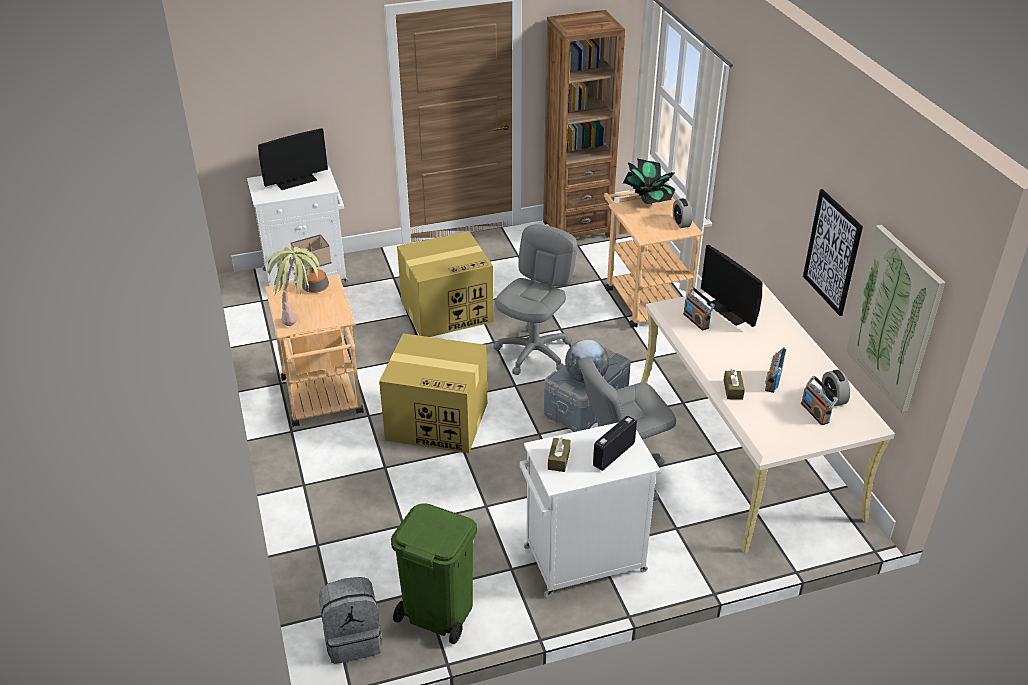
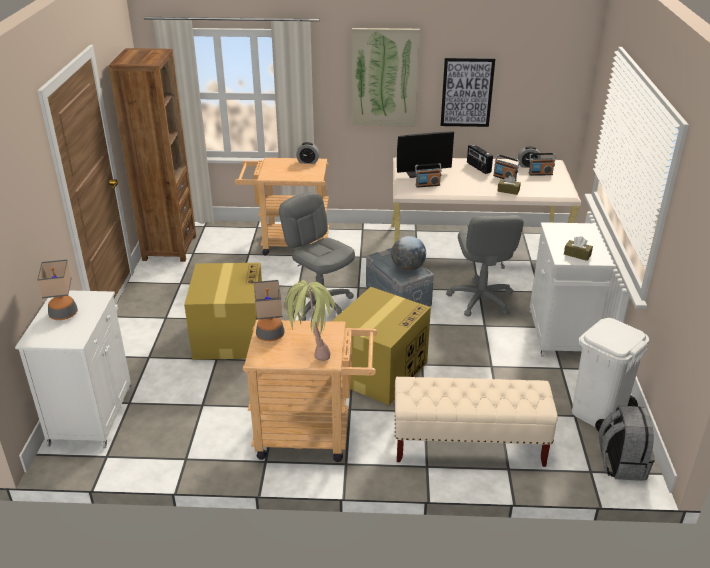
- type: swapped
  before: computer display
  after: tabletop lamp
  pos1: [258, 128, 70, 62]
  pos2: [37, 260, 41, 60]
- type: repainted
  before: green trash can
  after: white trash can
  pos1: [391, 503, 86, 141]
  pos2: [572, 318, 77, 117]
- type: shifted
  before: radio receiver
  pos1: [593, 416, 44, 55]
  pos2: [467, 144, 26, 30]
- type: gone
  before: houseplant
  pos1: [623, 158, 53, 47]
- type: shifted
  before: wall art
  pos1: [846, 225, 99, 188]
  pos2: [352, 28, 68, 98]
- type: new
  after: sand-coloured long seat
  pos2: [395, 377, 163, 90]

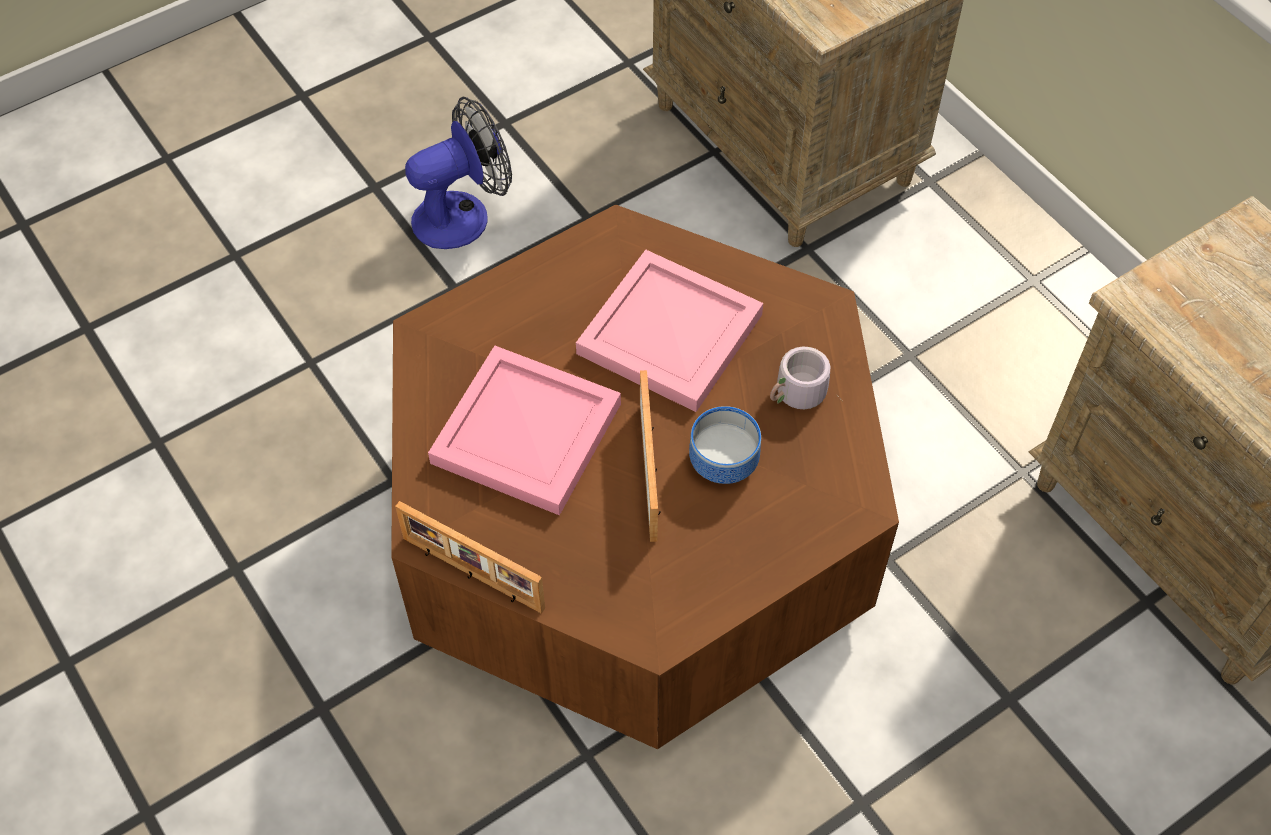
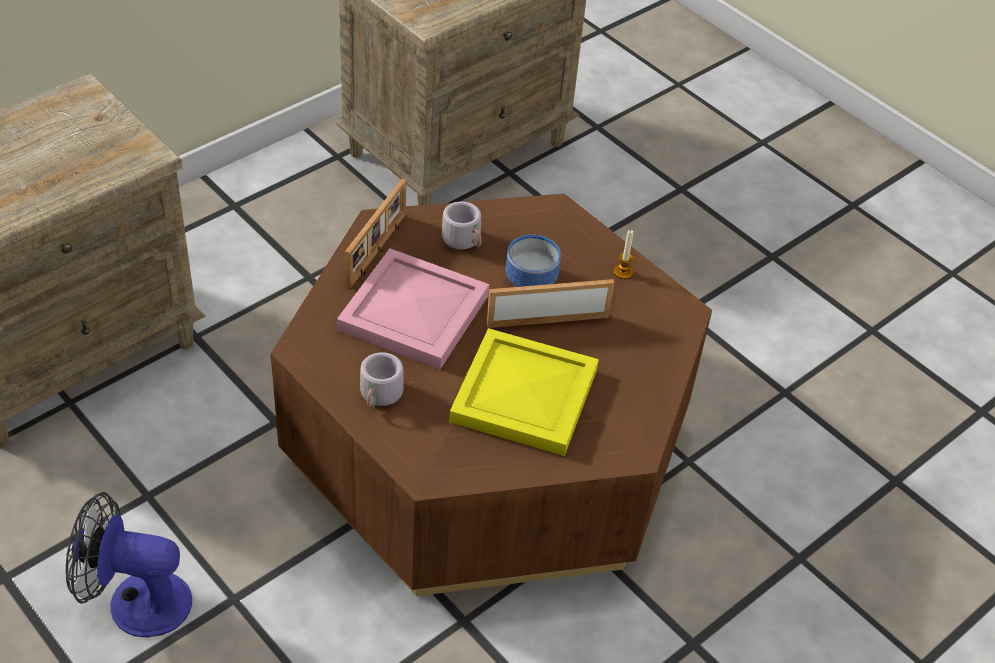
- type: shifted
  before: standing frame
  pos1: [395, 501, 150, 113]
  pos2: [345, 179, 61, 109]
- type: rotated
  before: cooling fan
  pos1: [405, 97, 107, 152]
  pos2: [66, 492, 126, 145]
  turn: -45
- type: repainted
  before: pink serving tray
  after: yellowish serving tray
  pos1: [428, 346, 193, 170]
  pos2: [449, 328, 150, 128]
- type: new
  after: greyish mug
  pos2: [360, 352, 56, 56]
- type: new
  after: wax candle
  pos2: [614, 230, 19, 49]

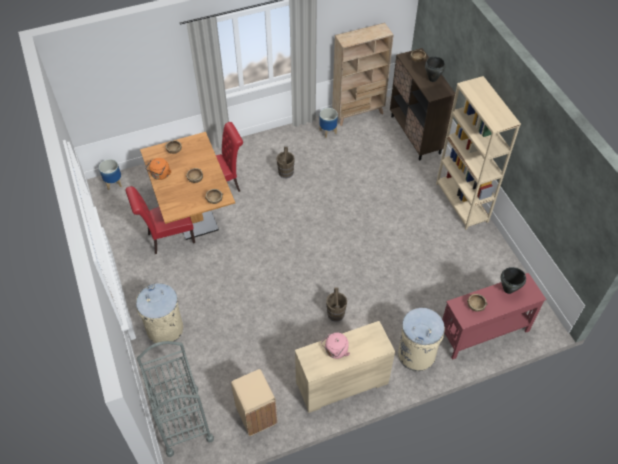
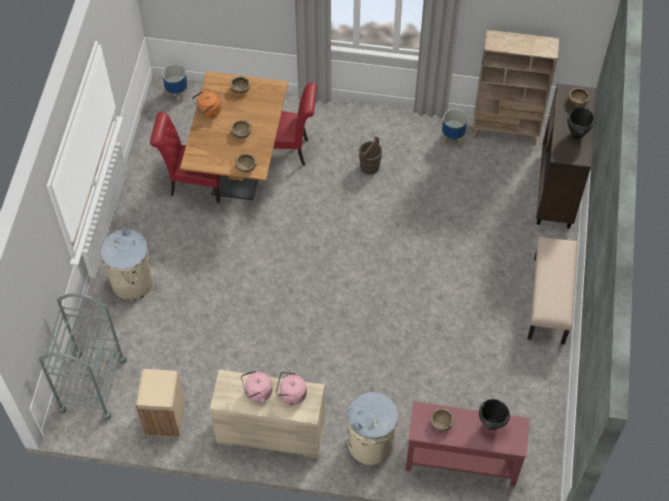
- type: gone
  before: brown water bucket
  pos1: [326, 288, 21, 34]
- type: swapped
  before: sand-coloured bookcase
  after: sand-coloured long seat
  pos1: [436, 76, 85, 154]
  pos2: [528, 236, 50, 108]
- type: new
  after: pink kettle
  pos2: [276, 372, 31, 34]

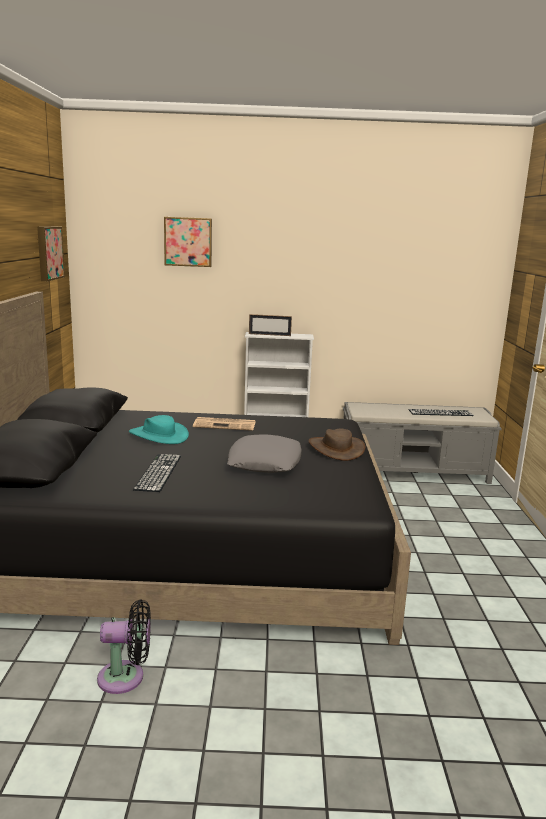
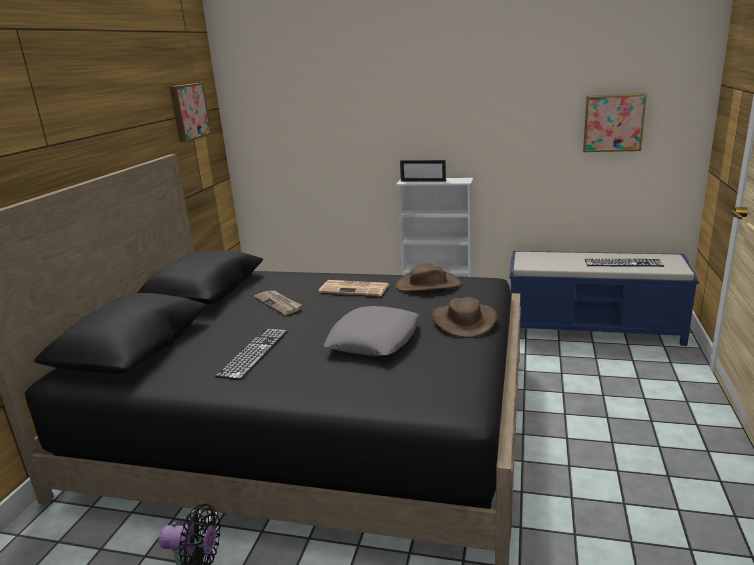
- type: swapped
  before: turquoise-coloured clothing hat
  after: daily paper
  pos1: [129, 415, 60, 29]
  pos2: [254, 290, 48, 25]
- type: shifted
  before: wall art
  pos1: [164, 217, 48, 50]
  pos2: [583, 93, 64, 59]
- type: repainted
  before: greyish long seat
  after: bluish long seat
  pos1: [343, 402, 159, 82]
  pos2: [509, 251, 190, 95]
- type: new
  after: brown clothing hat
  pos2: [395, 263, 66, 28]

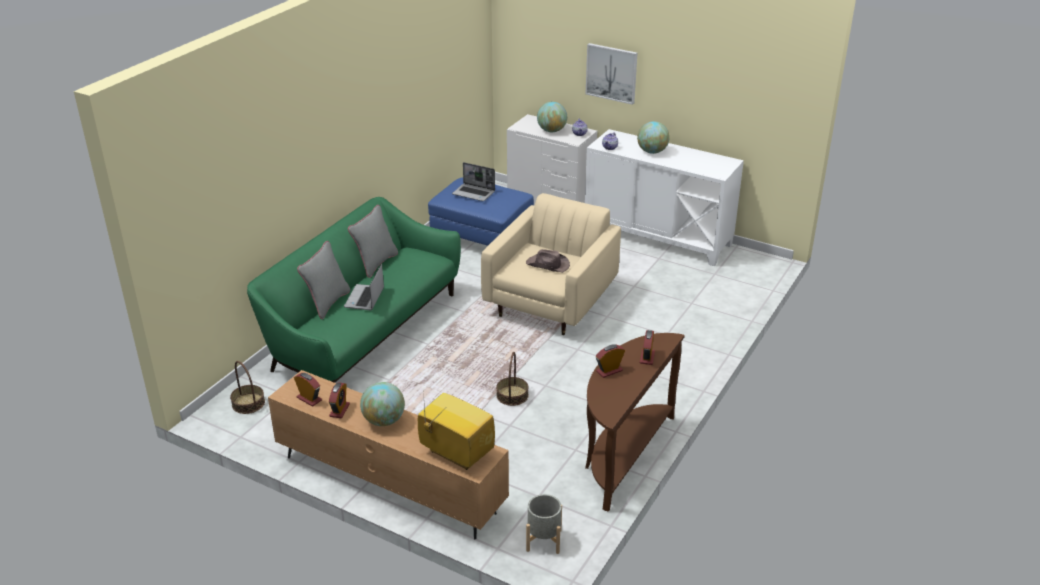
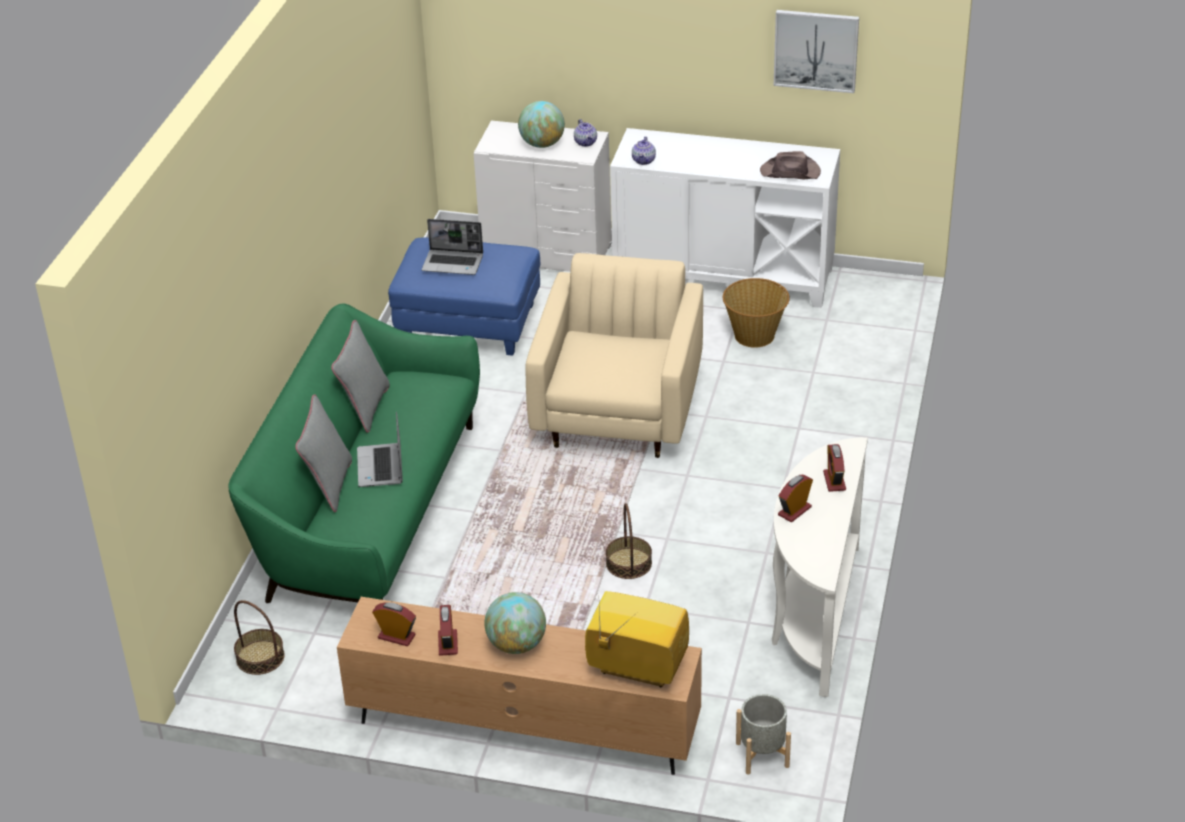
- type: shifted
  before: brown clothing hat
  pos1: [526, 249, 44, 24]
  pos2: [760, 151, 61, 29]
- type: repainted
  before: brown hall table
  after: white hall table
  pos1: [585, 333, 100, 179]
  pos2: [772, 437, 96, 260]
- type: shifted
  before: wall art
  pos1: [586, 43, 52, 62]
  pos2: [774, 10, 85, 83]
- type: gone
  before: desk globe
  pos1: [637, 121, 33, 33]
- type: new
  after: storage basket
  pos2: [723, 278, 67, 70]

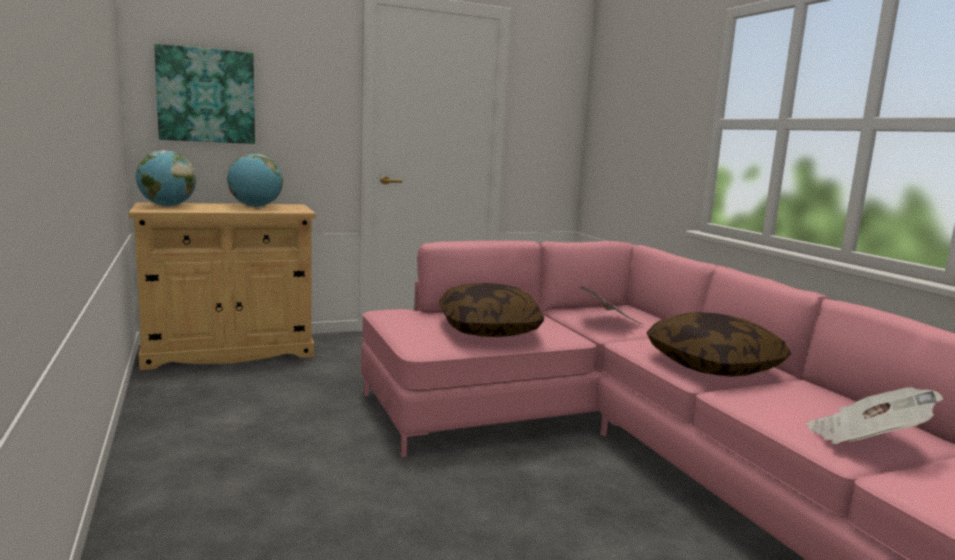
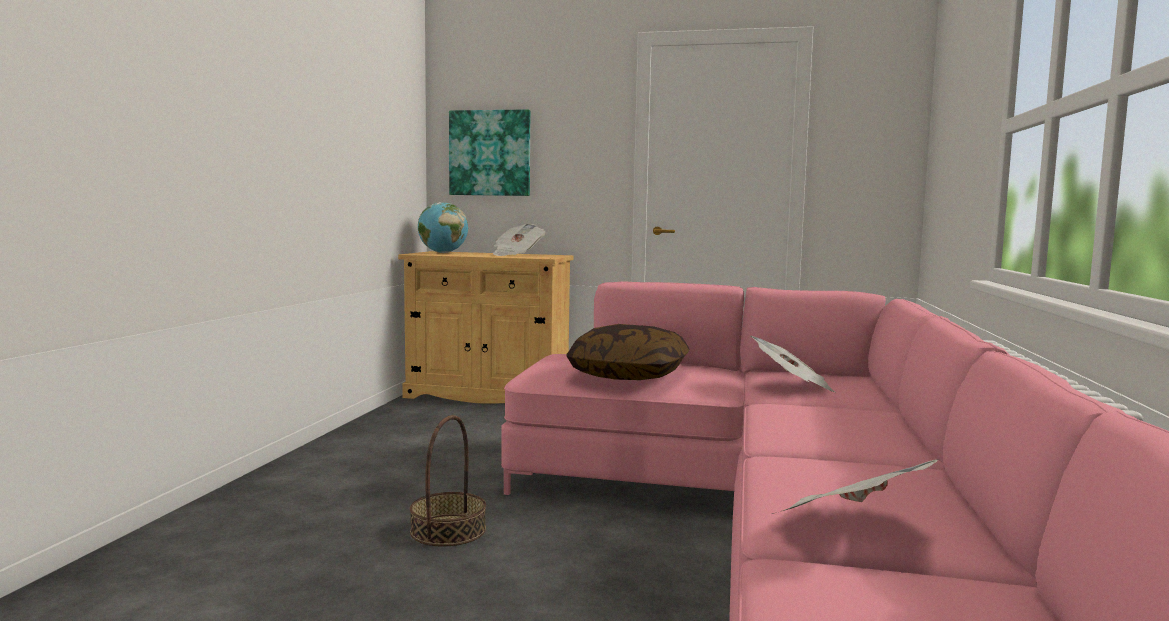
- type: swapped
  before: desk globe
  after: daily paper
  pos1: [227, 154, 56, 53]
  pos2: [493, 224, 53, 32]
- type: gone
  before: throw pillow
  pos1: [646, 312, 145, 65]
- type: new
  after: storage basket
  pos2: [410, 415, 76, 131]

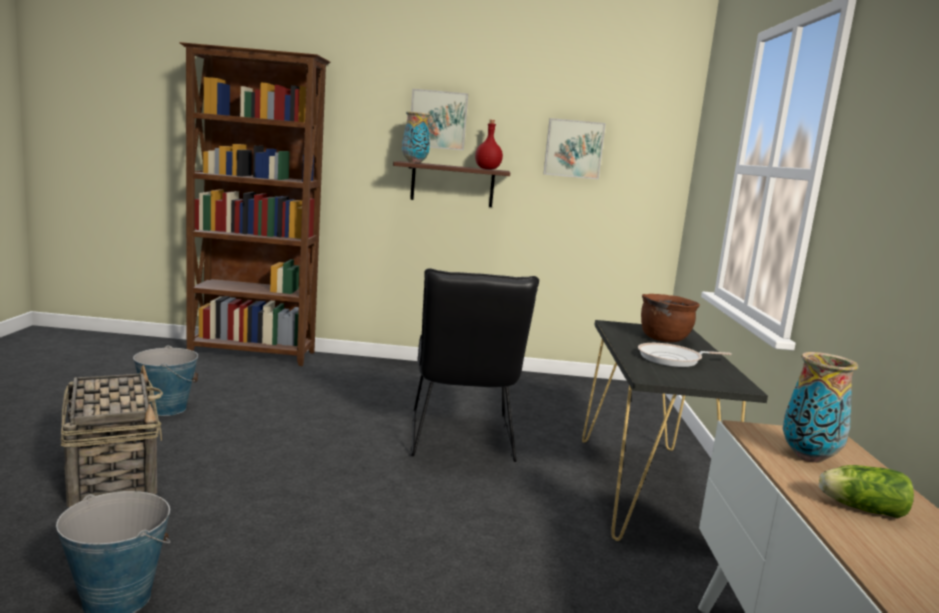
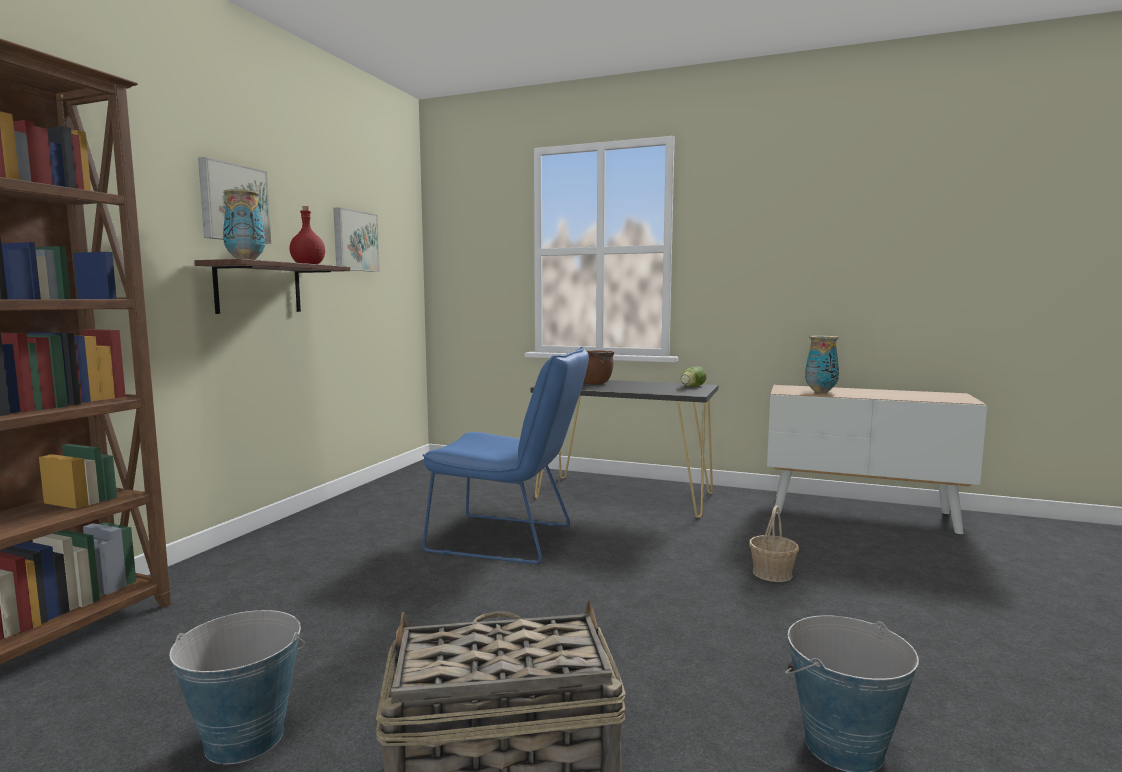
- type: repainted
  before: black upright chair
  after: bluish upright chair
  pos1: [411, 268, 128, 194]
  pos2: [422, 347, 167, 217]
- type: gone
  before: skillet
  pos1: [638, 343, 94, 24]
- type: shifted
  before: head of lettuce
  pos1: [819, 465, 95, 53]
  pos2: [681, 366, 25, 21]
- type: new
  after: storage basket
  pos2: [749, 505, 50, 77]

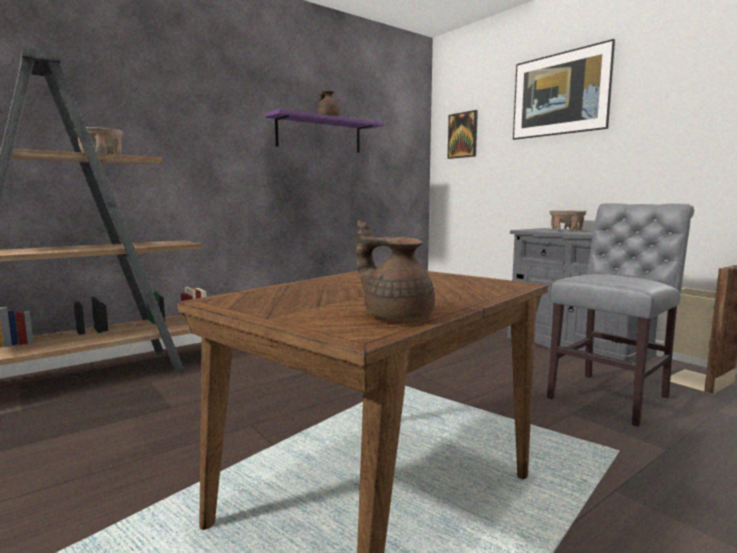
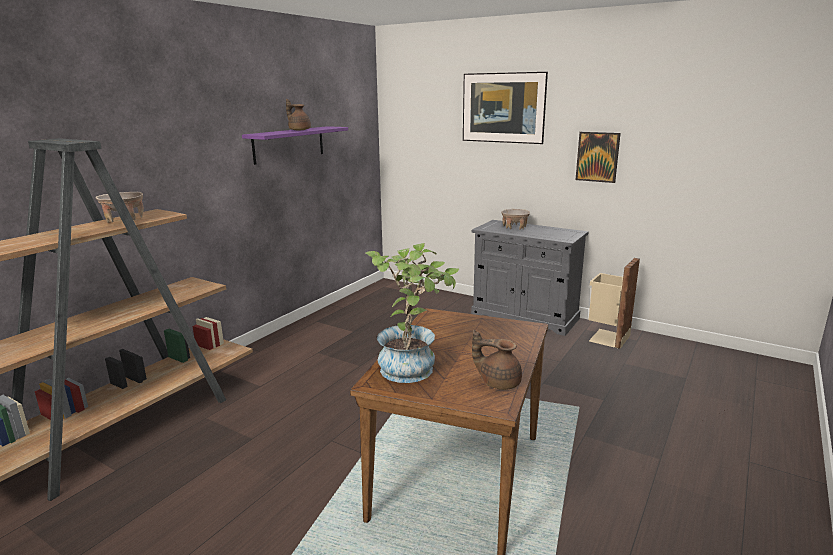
- type: shifted
  before: wall art
  pos1: [448, 110, 30, 49]
  pos2: [576, 132, 45, 51]
- type: gone
  before: greyish upright chair
  pos1: [547, 203, 147, 224]
- type: new
  after: houseplant
  pos2: [365, 243, 94, 140]

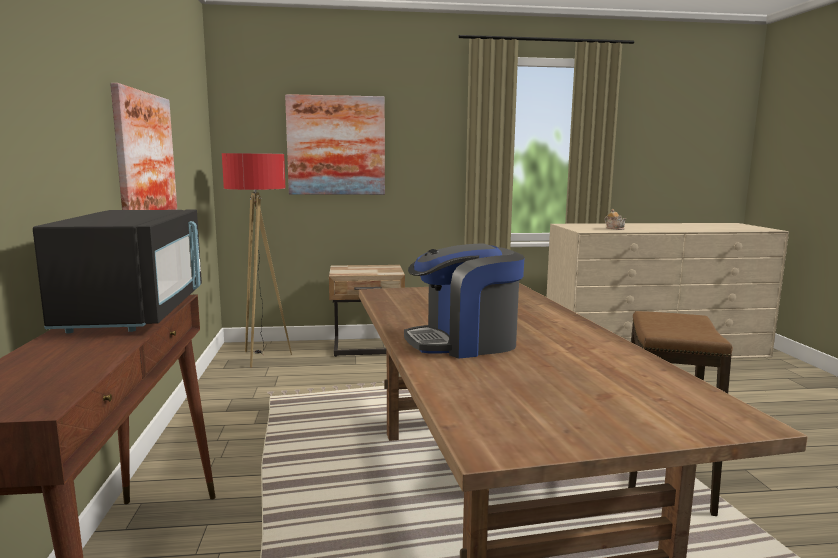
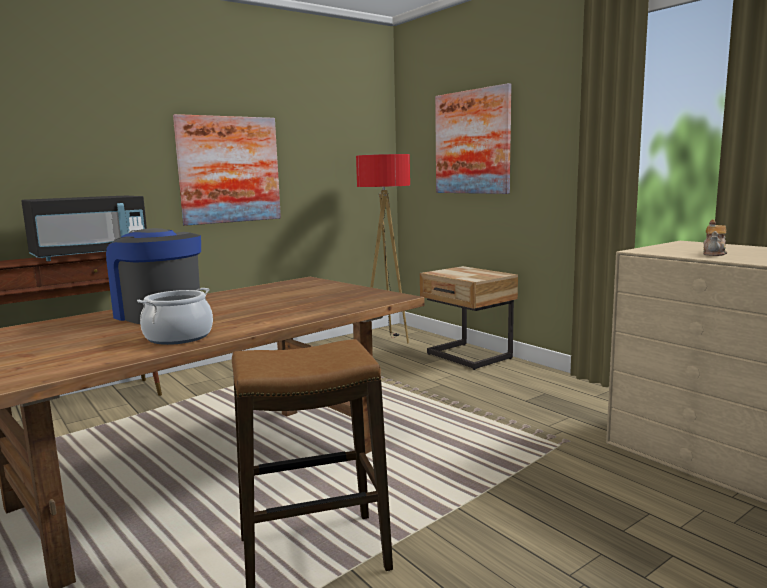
- type: new
  after: cooking pot
  pos2: [137, 288, 76, 57]

